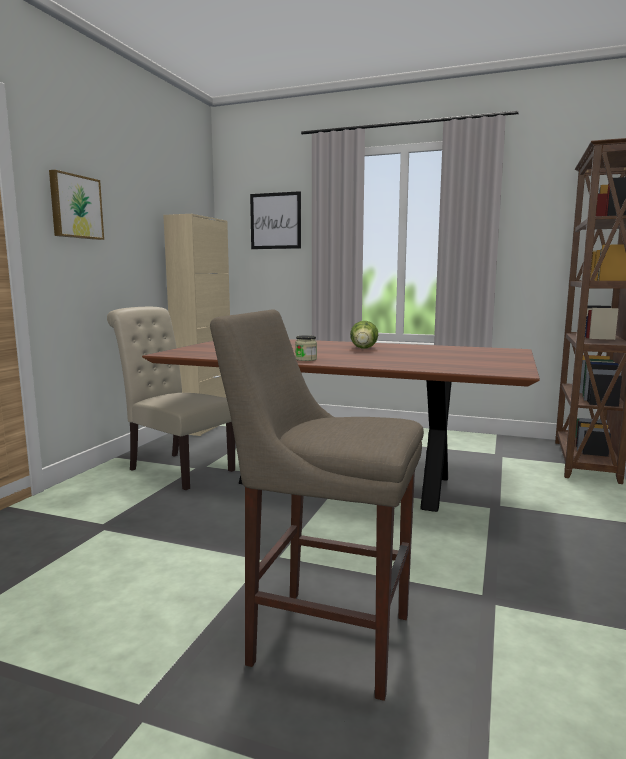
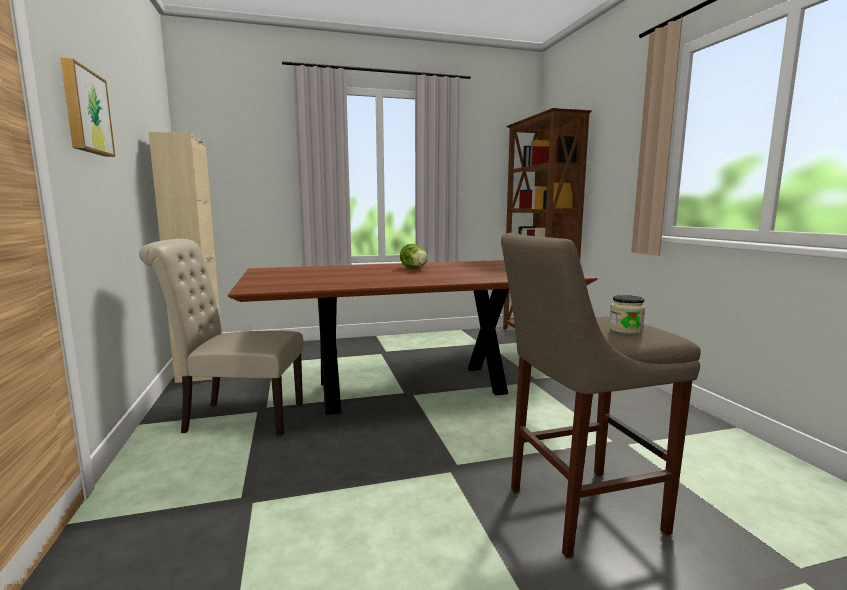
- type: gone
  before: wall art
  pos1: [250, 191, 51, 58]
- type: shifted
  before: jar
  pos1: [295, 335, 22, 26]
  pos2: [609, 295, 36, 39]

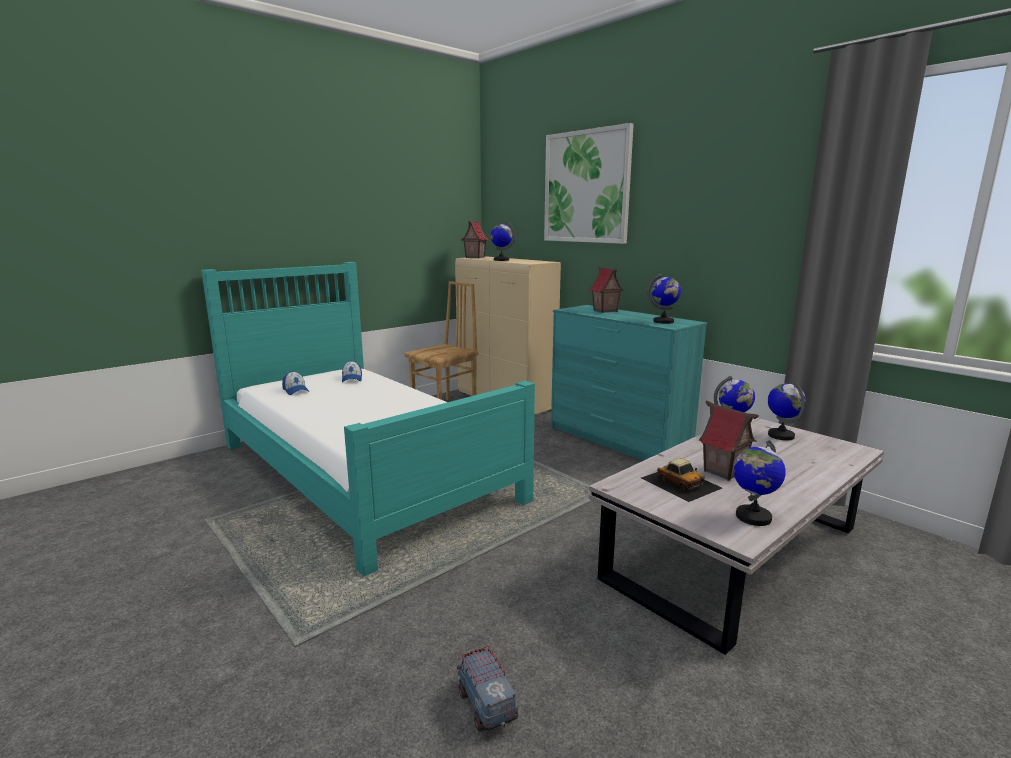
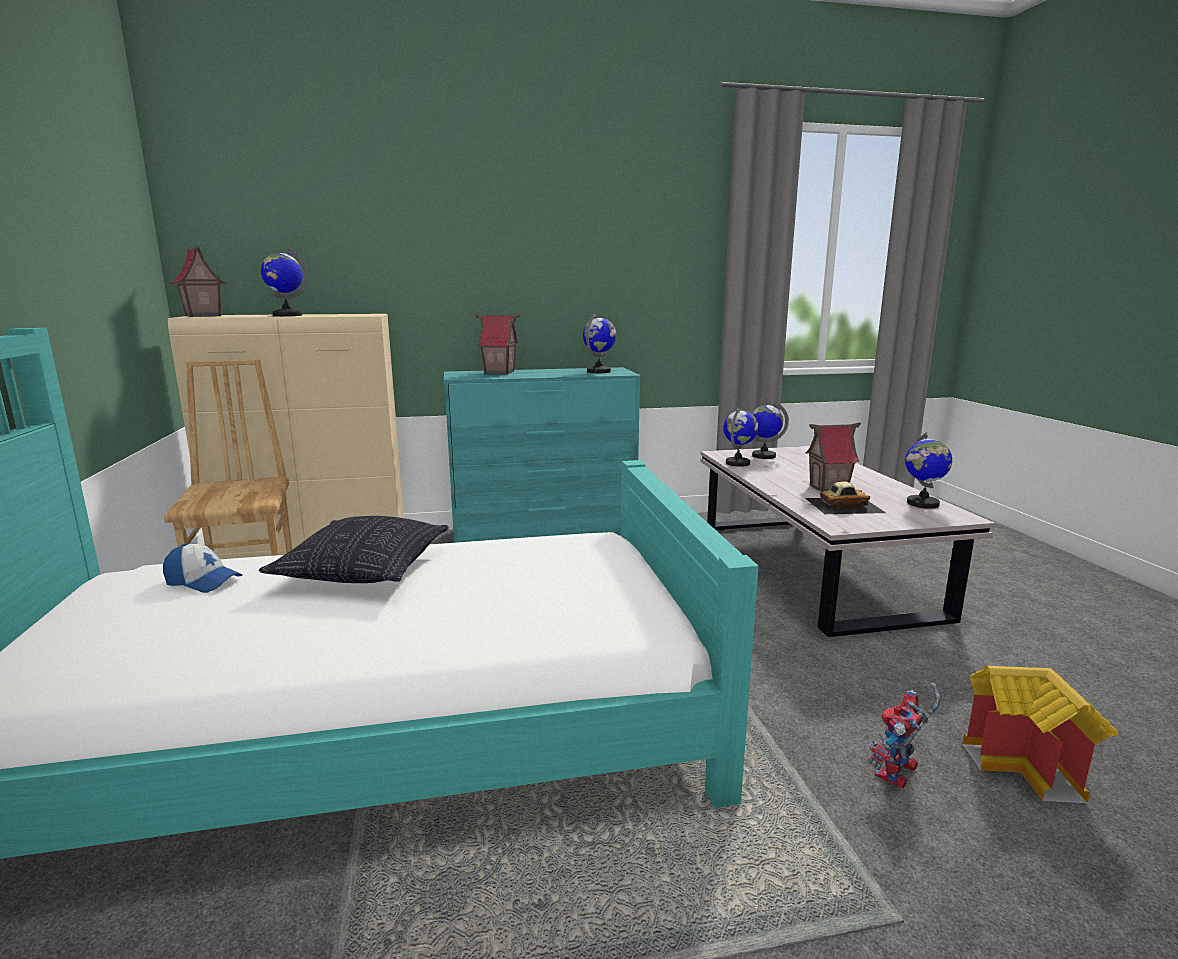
- type: gone
  before: baseball cap
  pos1: [282, 371, 28, 24]
- type: swapped
  before: toy truck
  after: toy house
  pos1: [457, 646, 61, 86]
  pos2: [963, 666, 155, 137]
- type: gone
  before: wall art
  pos1: [544, 123, 90, 121]
- type: new
  after: throw pillow
  pos2: [259, 516, 190, 67]
- type: new
  after: robot figure
  pos2: [868, 683, 73, 105]

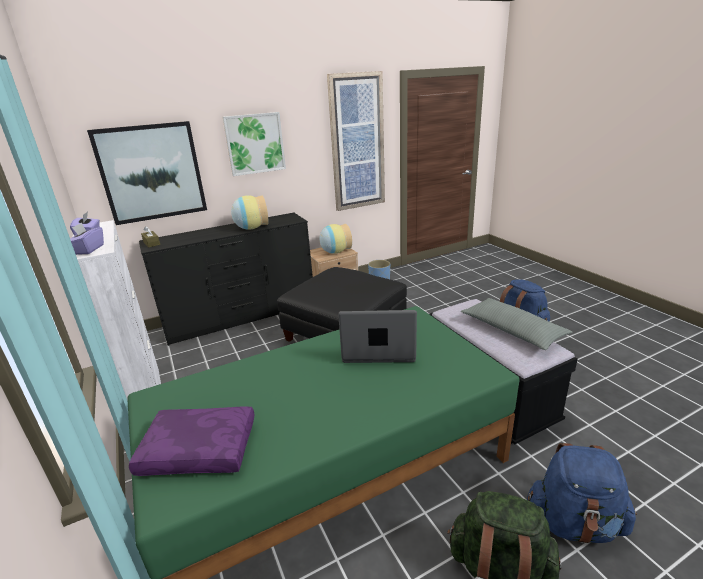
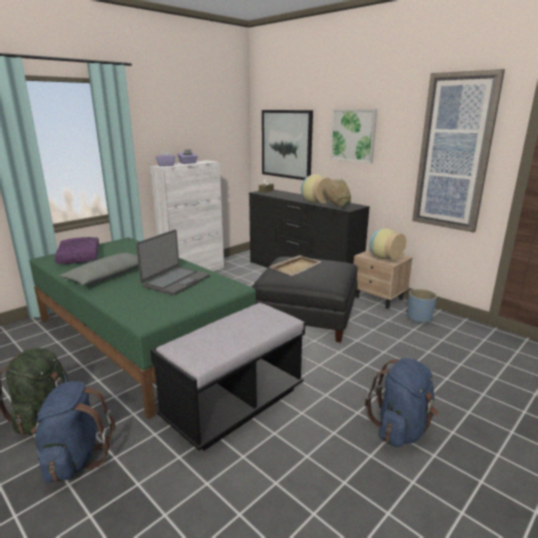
- type: rotated
  before: notebook computer
  pos1: [338, 310, 79, 53]
  pos2: [136, 229, 74, 66]
  turn: 45
- type: shifted
  before: greyish throw pillow
  pos1: [461, 298, 111, 52]
  pos2: [59, 253, 80, 32]
- type: new
  after: sand-coloured serving tray
  pos2: [270, 255, 51, 21]
- type: new
  after: green deep dish
  pos2: [323, 179, 28, 30]

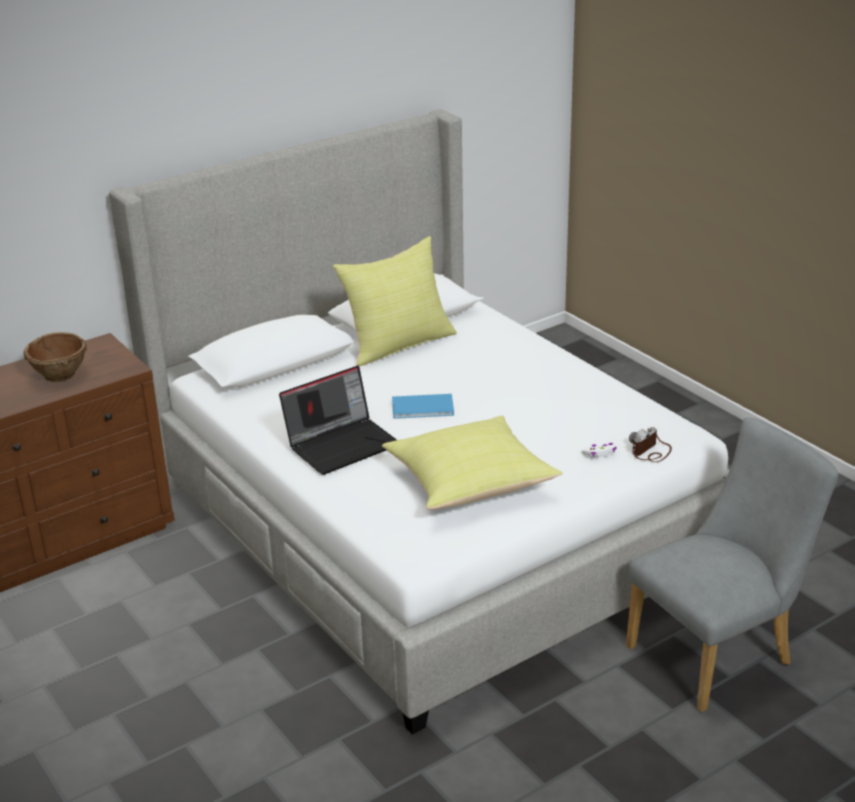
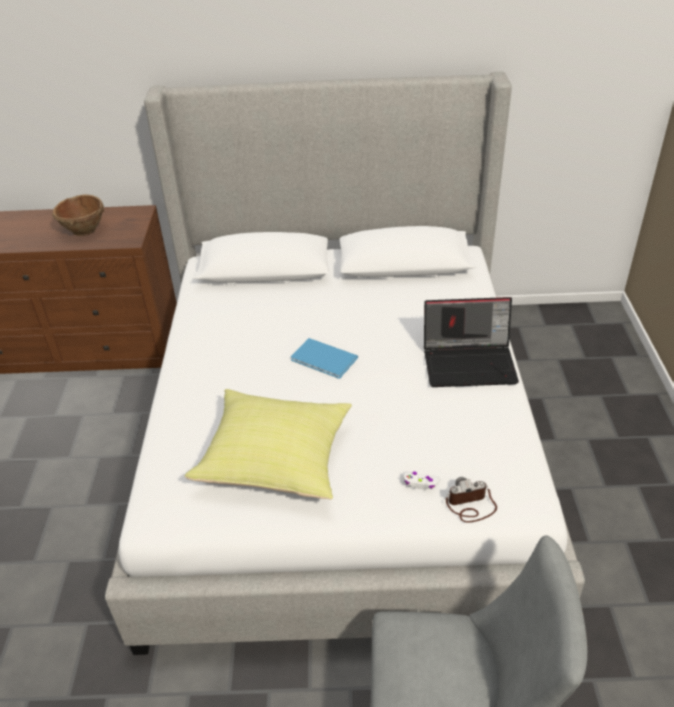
- type: shifted
  before: notebook computer
  pos1: [279, 366, 118, 109]
  pos2: [424, 297, 95, 90]
- type: gone
  before: yellowish throw pillow
  pos1: [333, 236, 124, 130]

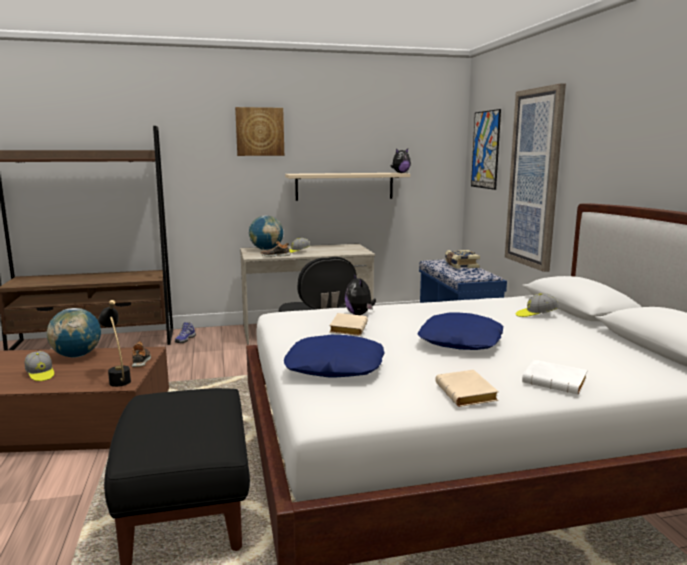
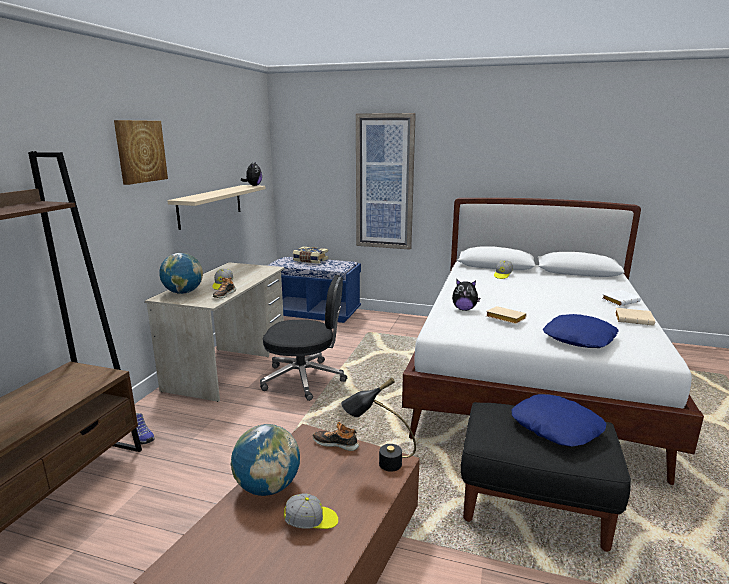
- type: shifted
  before: bluish throw pillow
  pos1: [417, 312, 86, 38]
  pos2: [512, 394, 95, 53]
- type: gone
  before: wall art
  pos1: [471, 109, 30, 81]

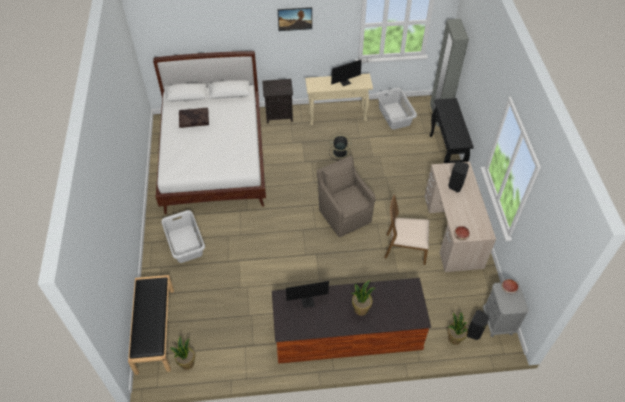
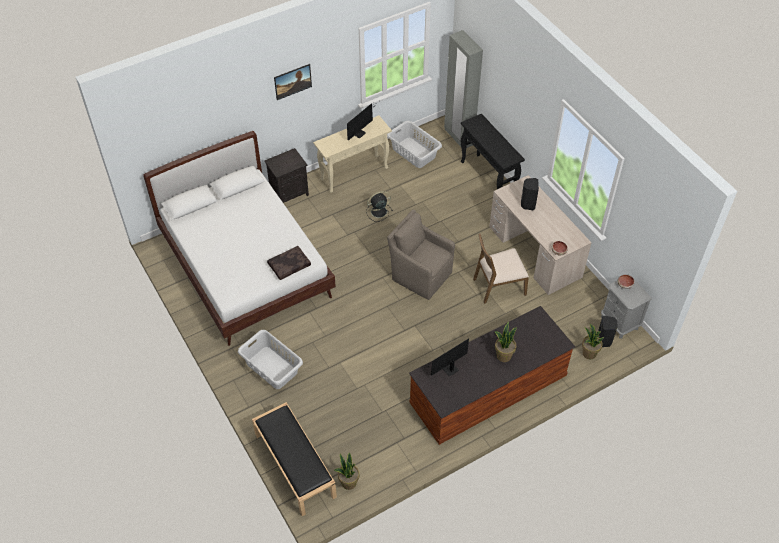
- type: shifted
  before: brown throw pillow
  pos1: [179, 108, 30, 20]
  pos2: [267, 246, 44, 34]

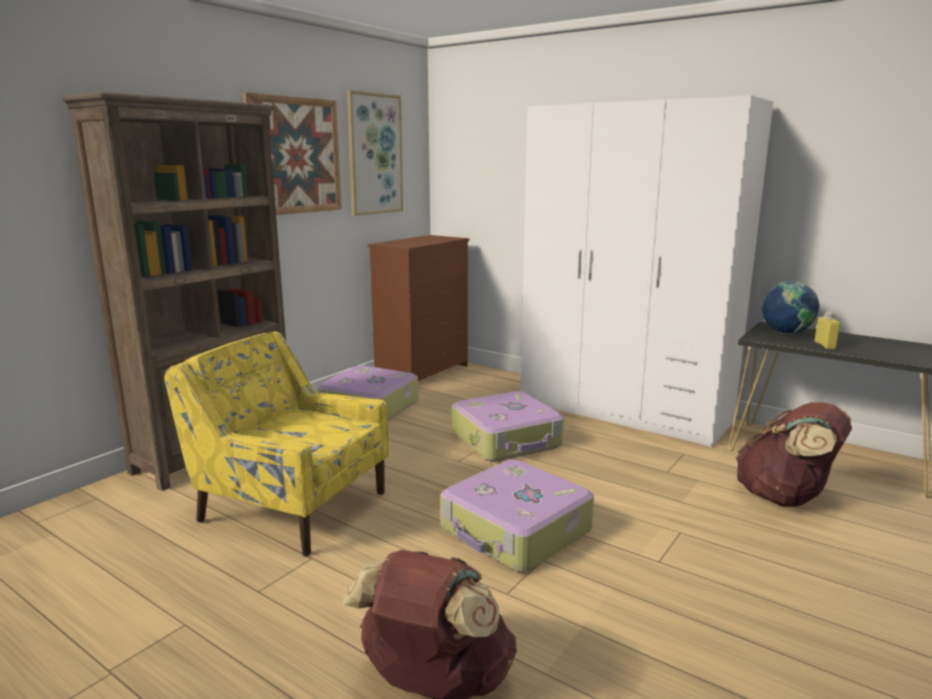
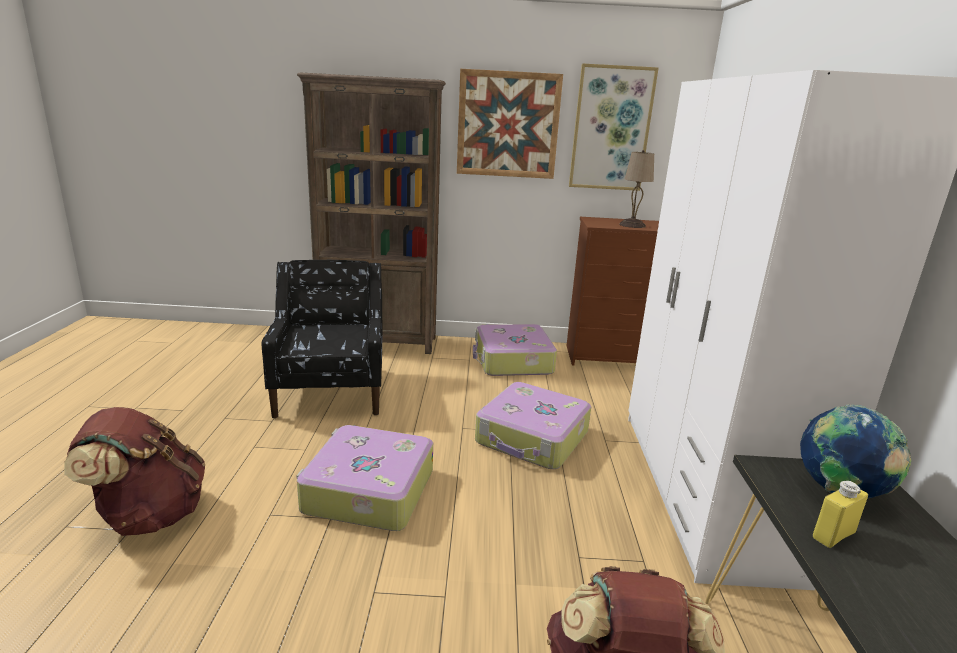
- type: repainted
  before: yellowish easy chair
  after: black easy chair
  pos1: [164, 331, 225, 225]
  pos2: [261, 260, 121, 158]
- type: new
  after: sand-coloured tabletop lamp
  pos2: [619, 150, 35, 78]

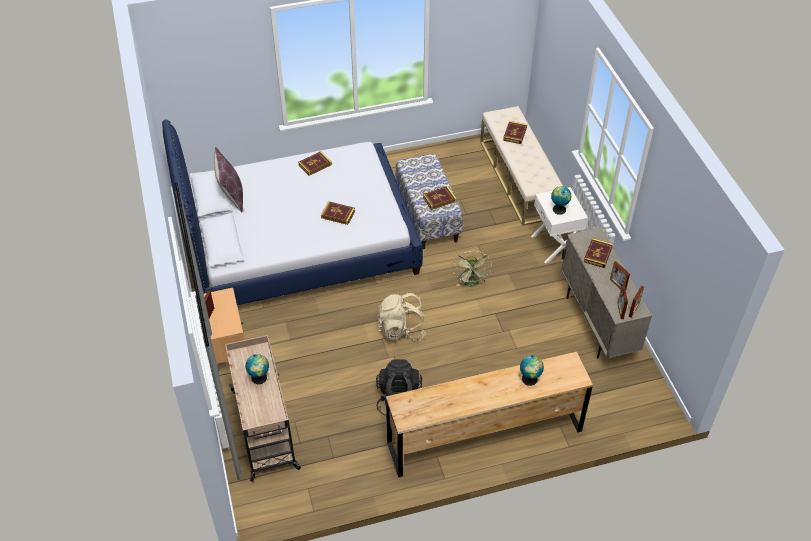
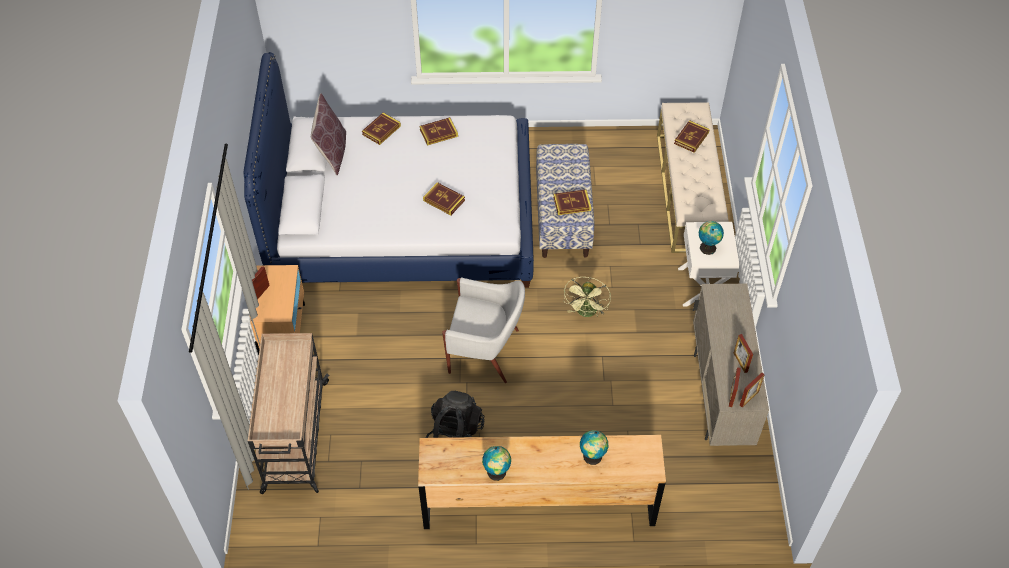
- type: shifted
  before: desk globe
  pos1: [245, 354, 24, 30]
  pos2: [482, 446, 29, 35]
- type: swapped
  before: sand-coloured knapsack
  after: white easy chair
  pos1: [377, 293, 49, 49]
  pos2: [442, 277, 83, 106]
- type: shifted
  before: volume
  pos1: [584, 238, 29, 30]
  pos2: [362, 113, 39, 32]

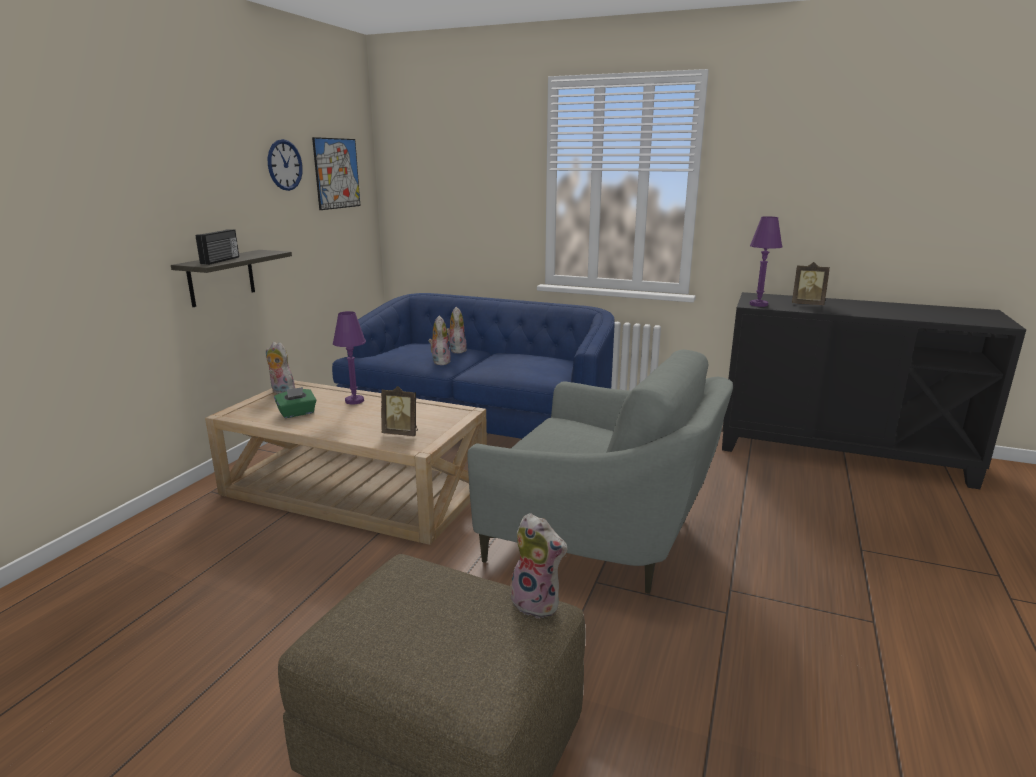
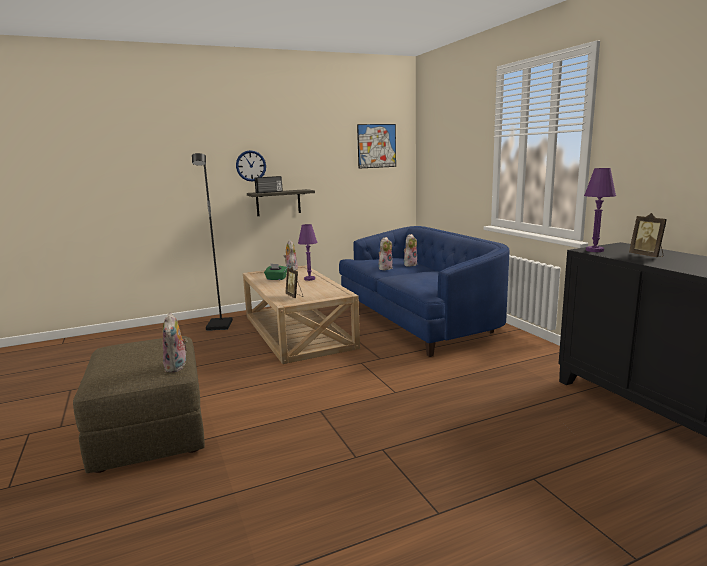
- type: shifted
  before: wall clock
  pos1: [268, 139, 35, 52]
  pos2: [236, 150, 30, 32]
- type: gone
  before: greyish easy chair
  pos1: [467, 350, 266, 244]
- type: new
  after: black standing lamp
  pos2: [192, 153, 41, 178]

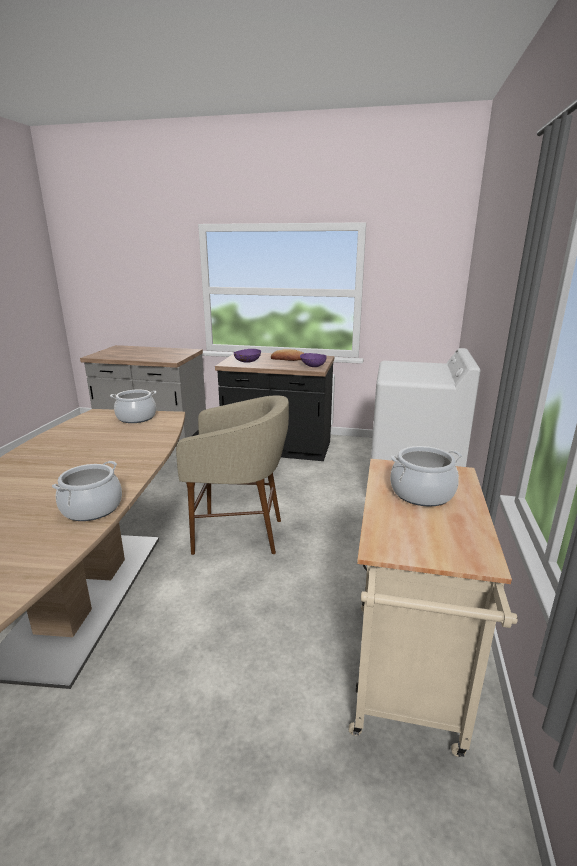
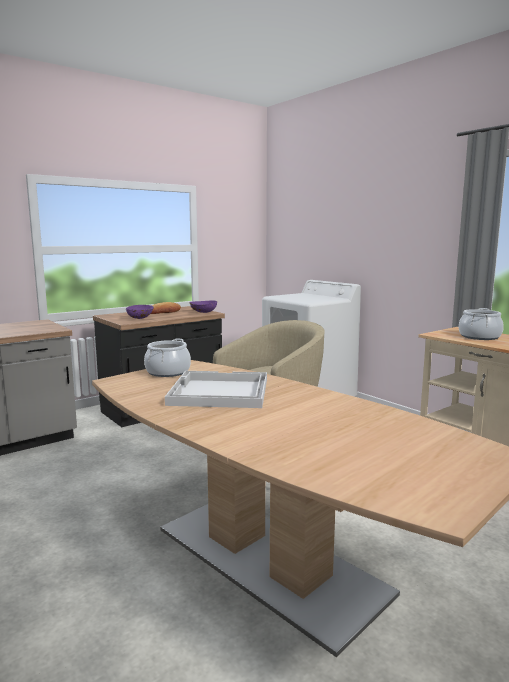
- type: gone
  before: cooking pot
  pos1: [52, 461, 70, 60]
- type: new
  after: white serving tray
  pos2: [165, 371, 102, 37]

